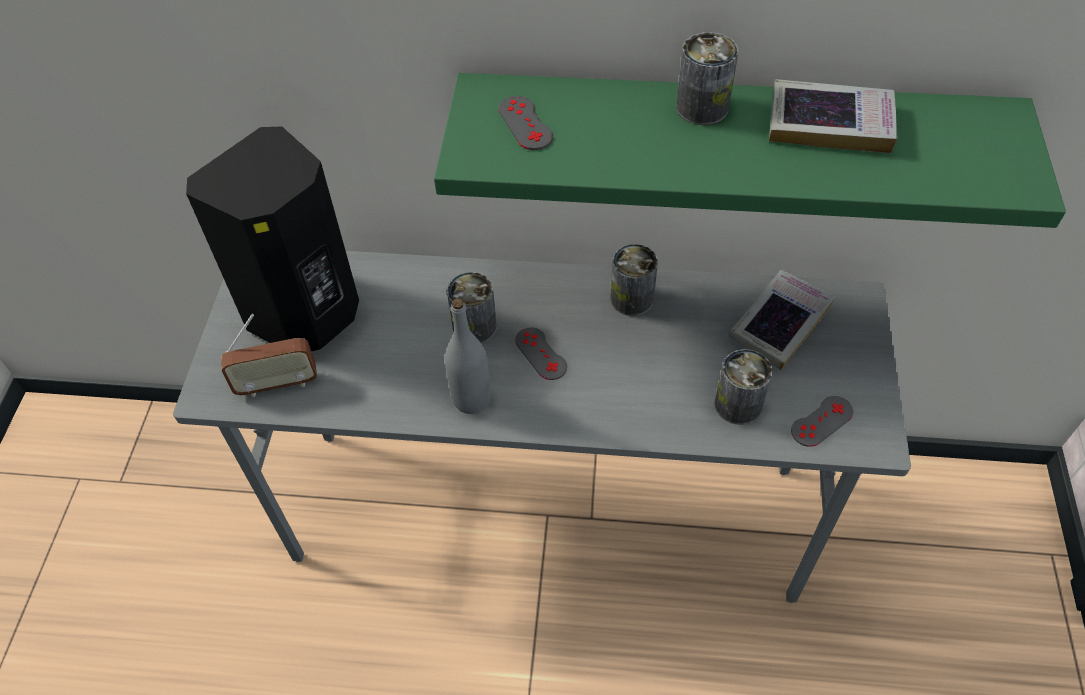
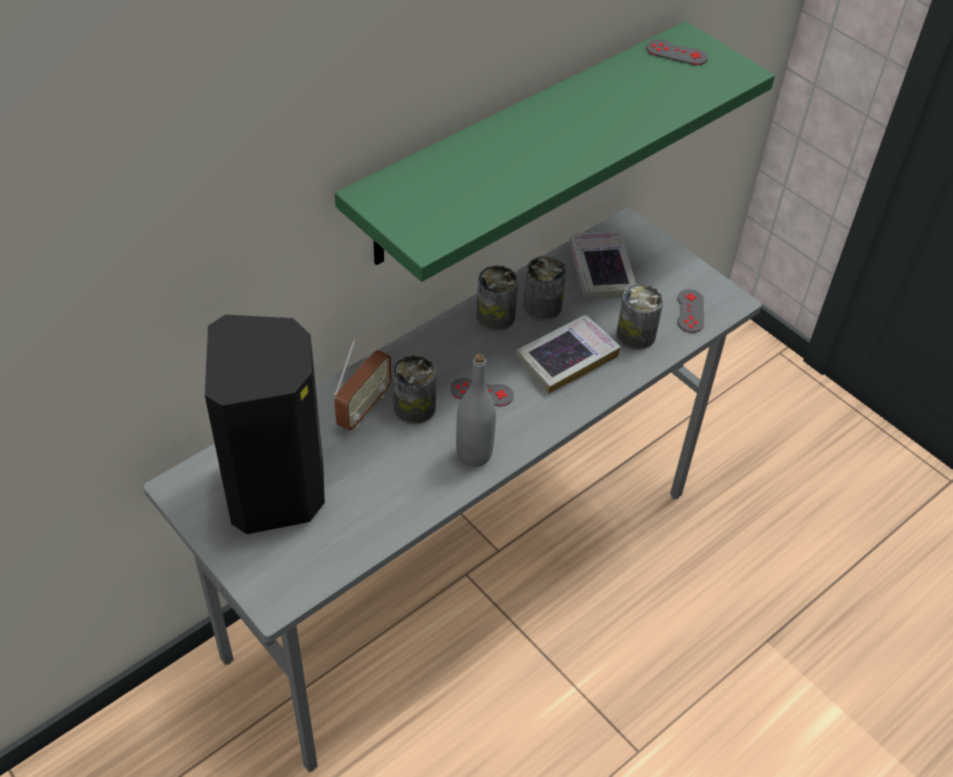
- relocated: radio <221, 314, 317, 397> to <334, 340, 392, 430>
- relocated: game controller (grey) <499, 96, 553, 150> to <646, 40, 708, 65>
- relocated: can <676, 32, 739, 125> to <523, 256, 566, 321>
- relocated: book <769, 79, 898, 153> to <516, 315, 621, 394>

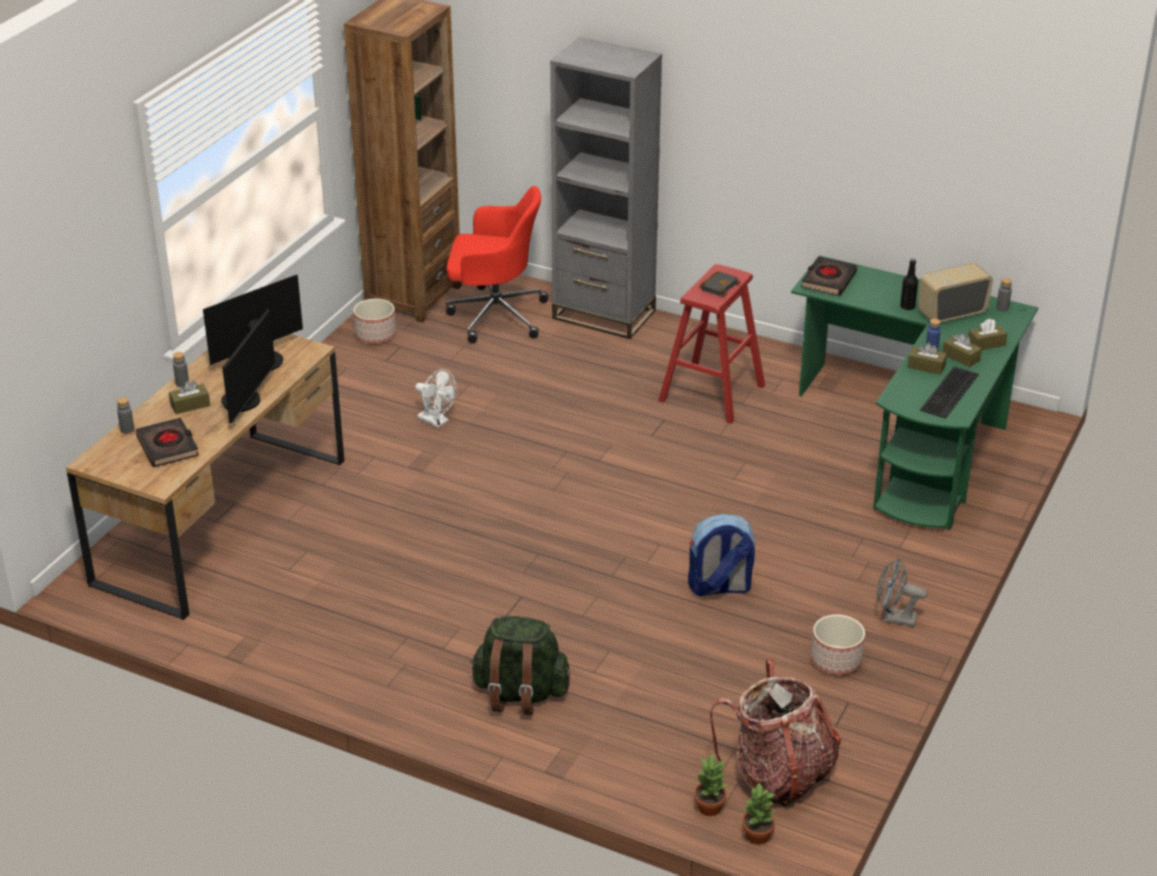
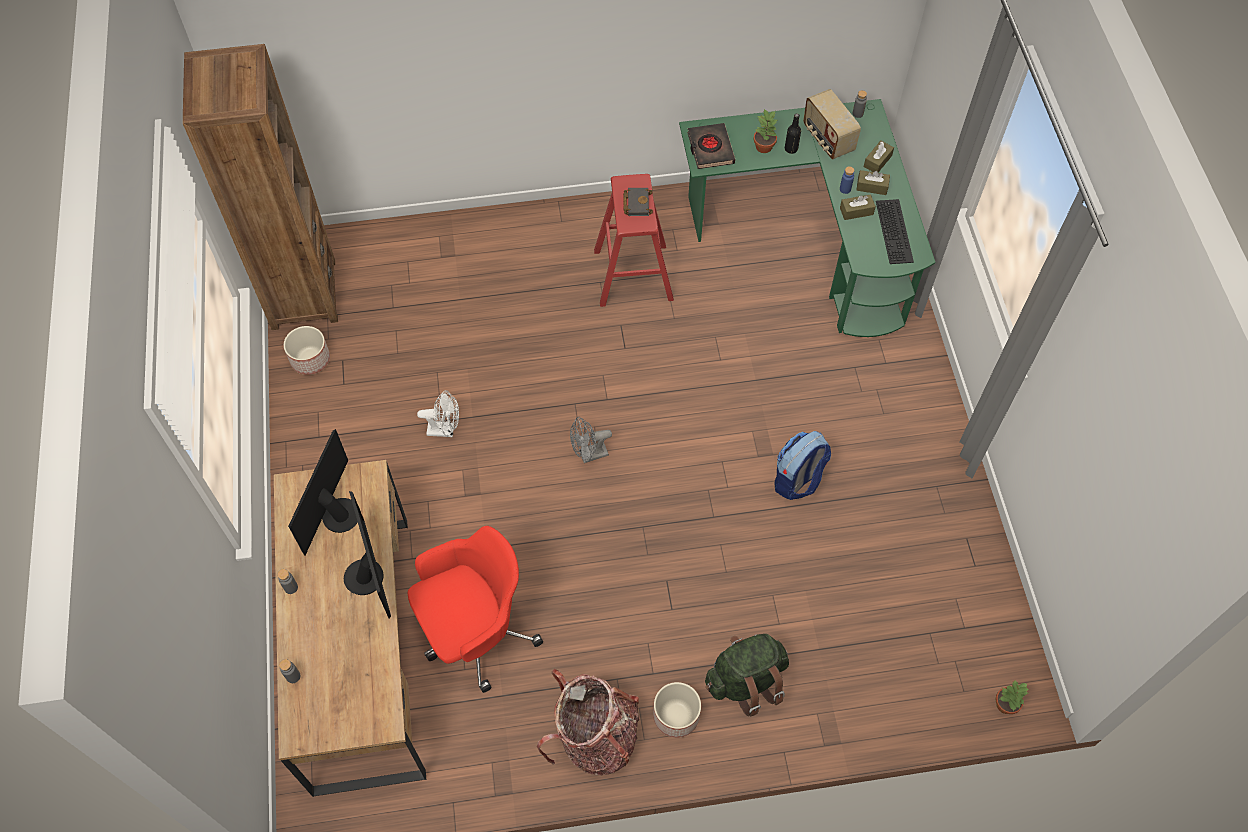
- missing: book (black) <136, 418, 199, 467>
- missing: tissue box (brown) <169, 381, 210, 414>
- relocated: office chair (red) <446, 186, 549, 343> to <408, 526, 543, 693>
- missing: bookcase (grey) <550, 37, 662, 339>
- relocated: potted plant <694, 753, 728, 816> to <753, 109, 777, 153>
- relocated: backpack <710, 658, 841, 807> to <537, 669, 640, 776>
- relocated: planter <811, 614, 865, 675> to <653, 682, 701, 738>
- relocated: fan (grey) <877, 558, 927, 627> to <570, 417, 612, 463>
- spun: radio <918, 263, 993, 323> = <803, 89, 861, 159> 60 degrees counterclockwise

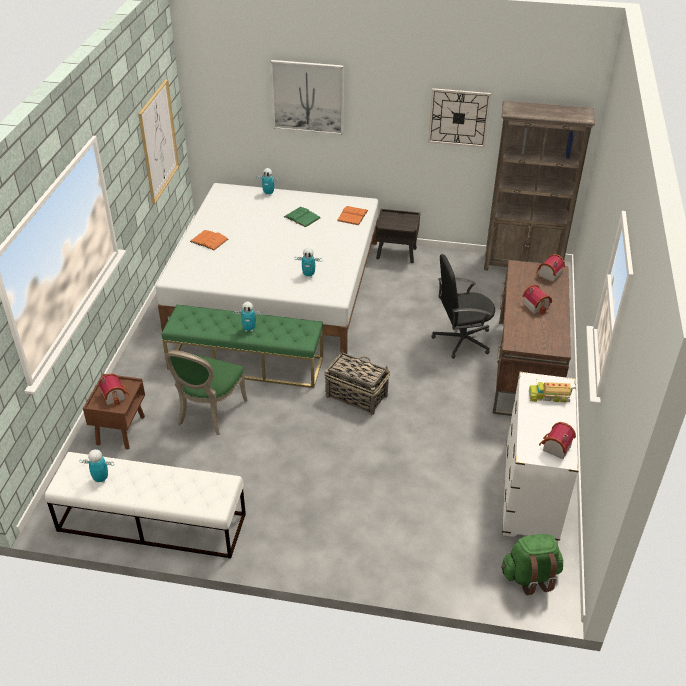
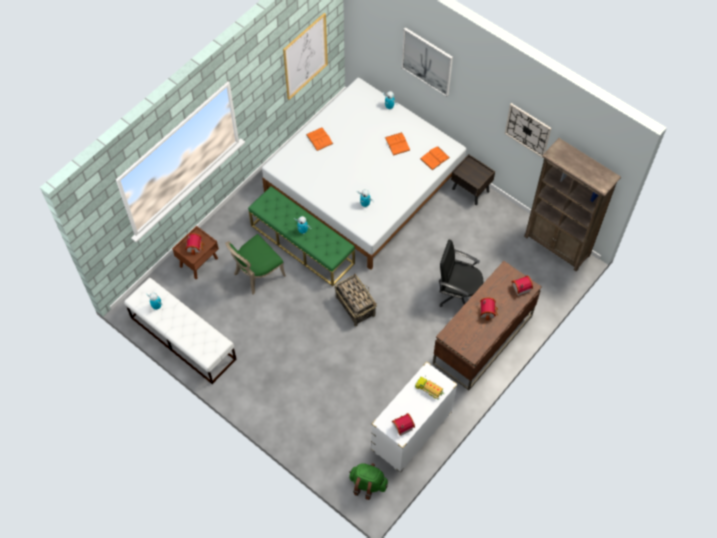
- colour: book (green) <284, 207, 320, 228> to book (orange) <385, 132, 410, 156>

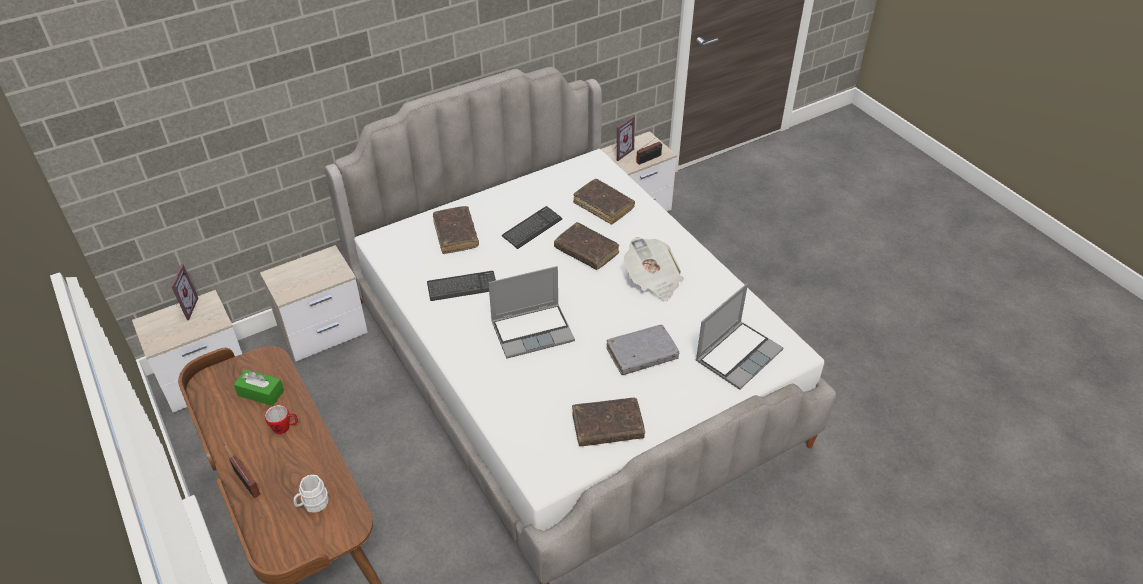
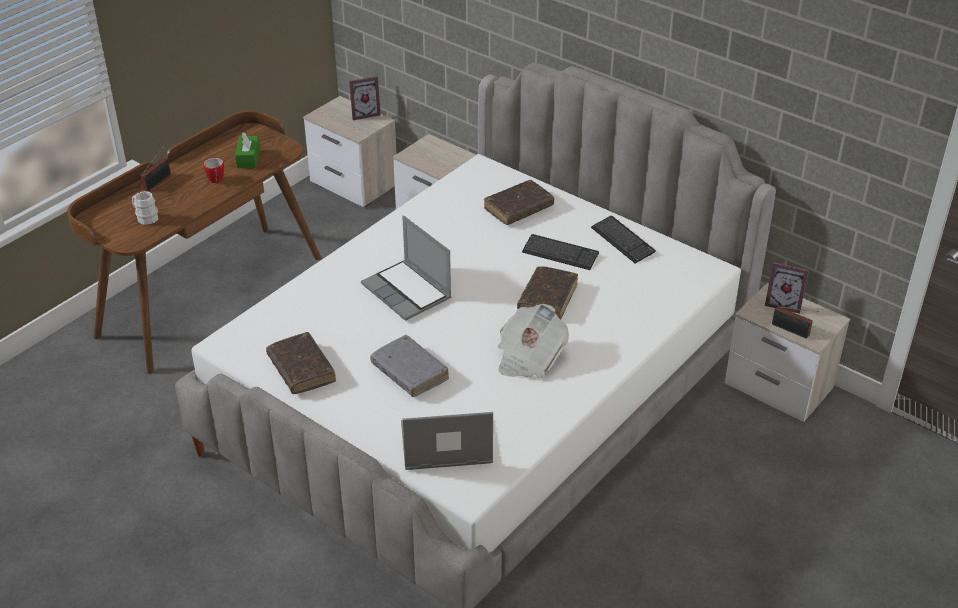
- relocated: keyboard <427, 271, 496, 301> to <591, 216, 656, 264>
- missing: book (brown) <573, 179, 635, 225>
- spun: laptop <696, 284, 783, 390> = <401, 412, 493, 470> 150 degrees clockwise

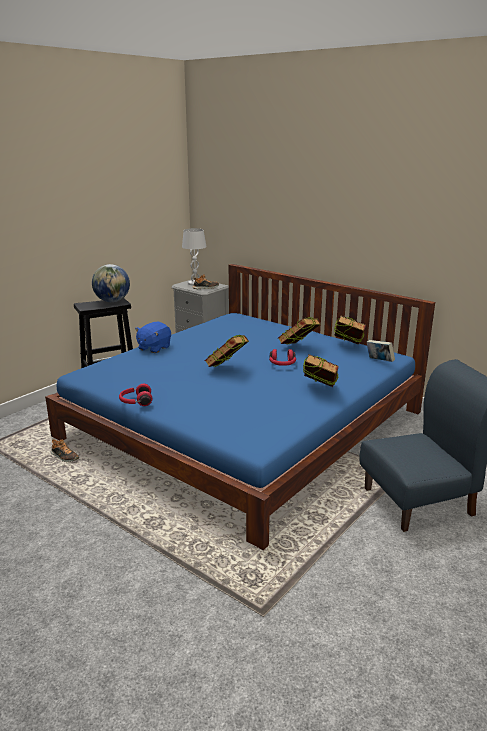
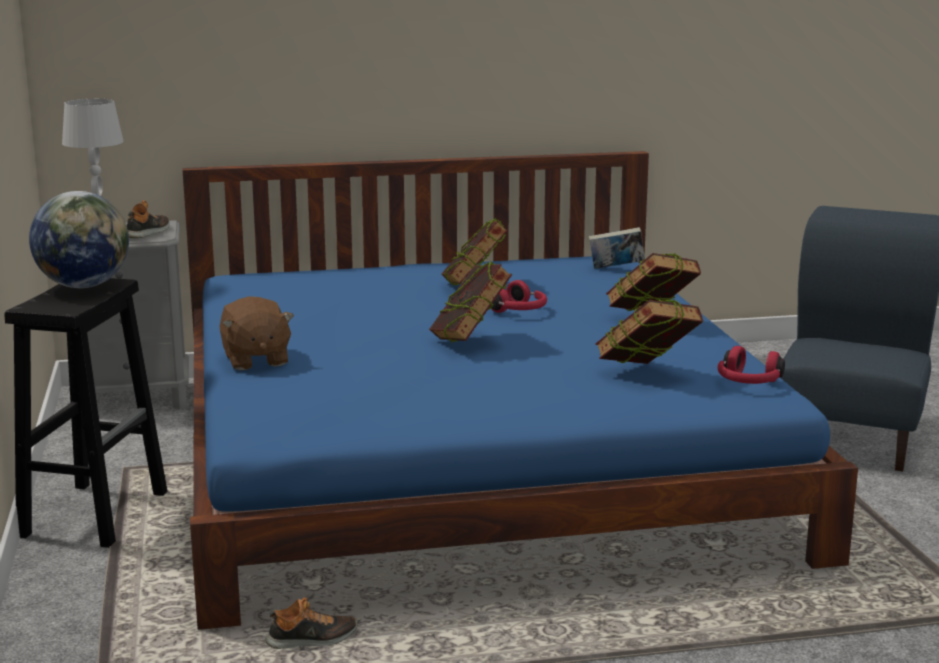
- relocated: headphones (red) <119, 384, 152, 406> to <717, 346, 785, 384>
- colour: plush toy (blue) <135, 322, 171, 353> to plush toy (brown) <220, 296, 294, 370>
- relocated: book <334, 315, 366, 345> to <595, 299, 703, 364>

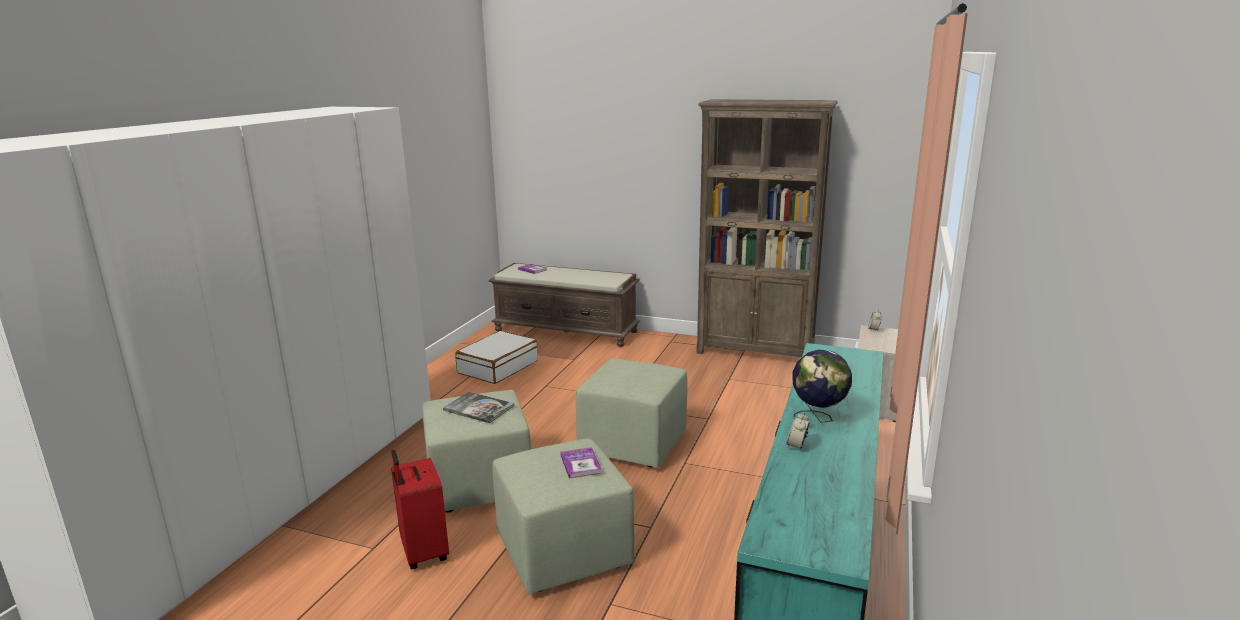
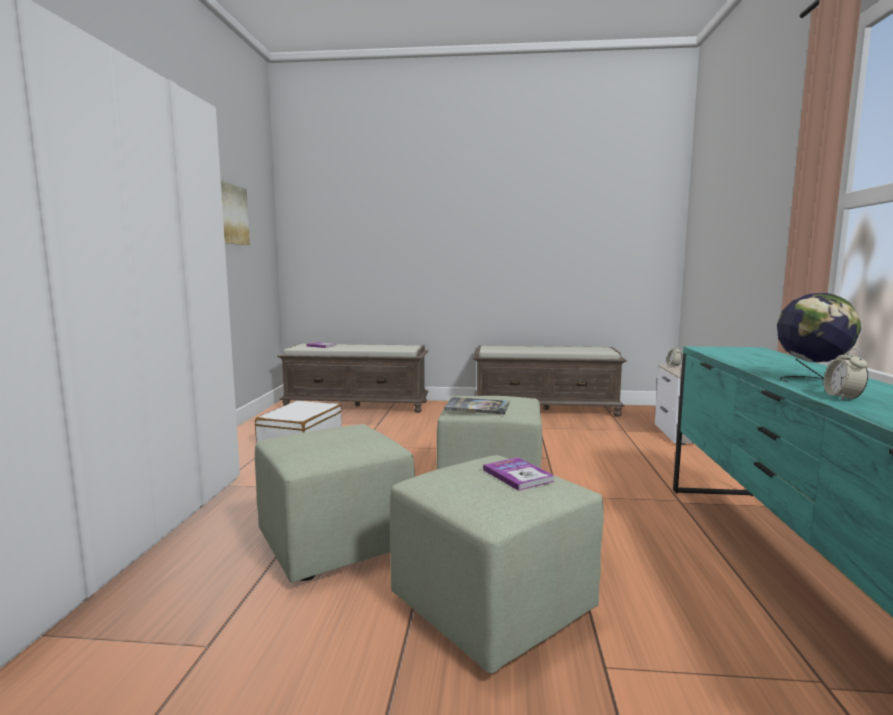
- missing: suitcase (red) <391, 450, 449, 570>
- relocated: book <443, 392, 514, 423> to <444, 397, 509, 415>
- exchanged: bookcase (brown) <697, 99, 838, 357> to bench (brown) <473, 345, 627, 417>
- appeared: picture <221, 181, 250, 245>

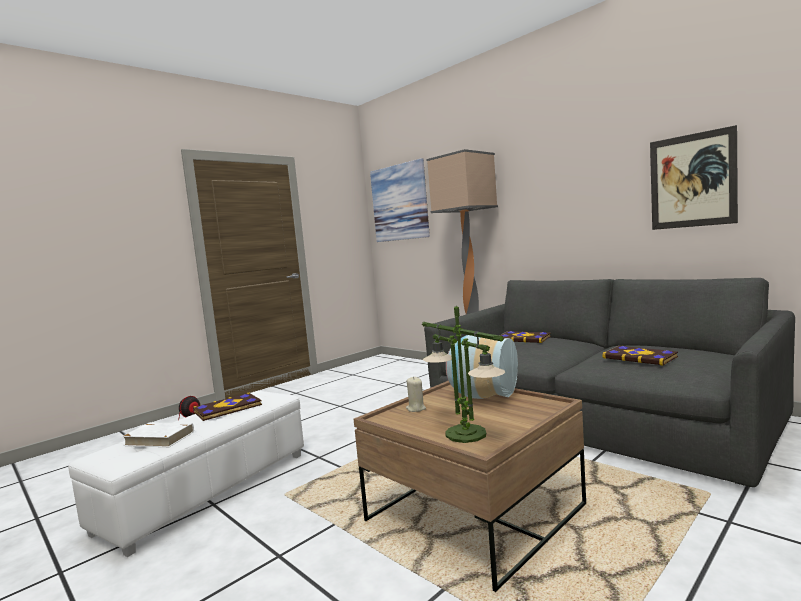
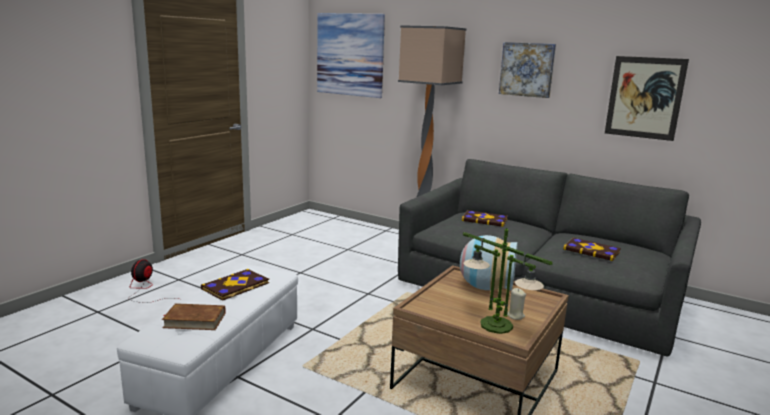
- colour: book (white) <122, 423, 194, 447> to book (brown) <162, 303, 226, 330>
- relocated: candle (beige) <406, 377, 426, 412> to <507, 288, 526, 320>
- appeared: picture <499, 42, 556, 98>

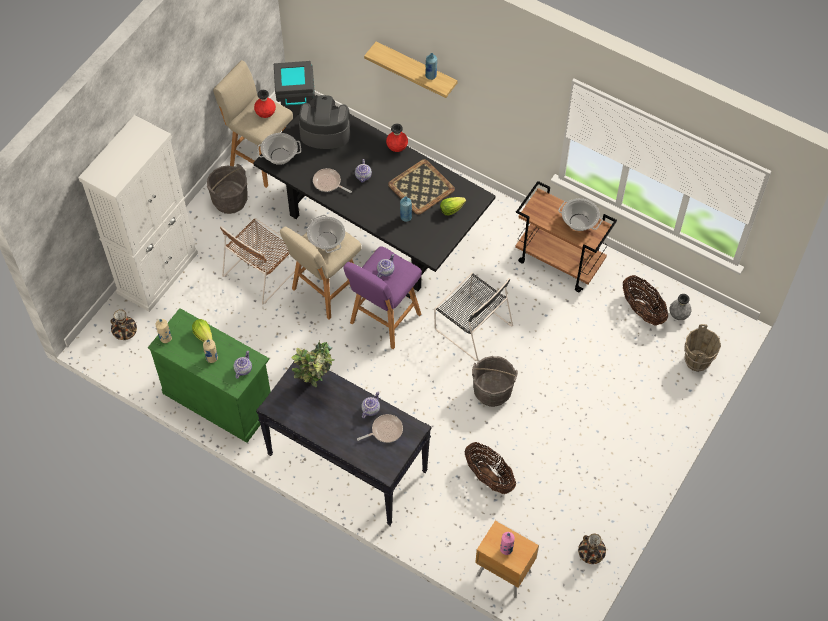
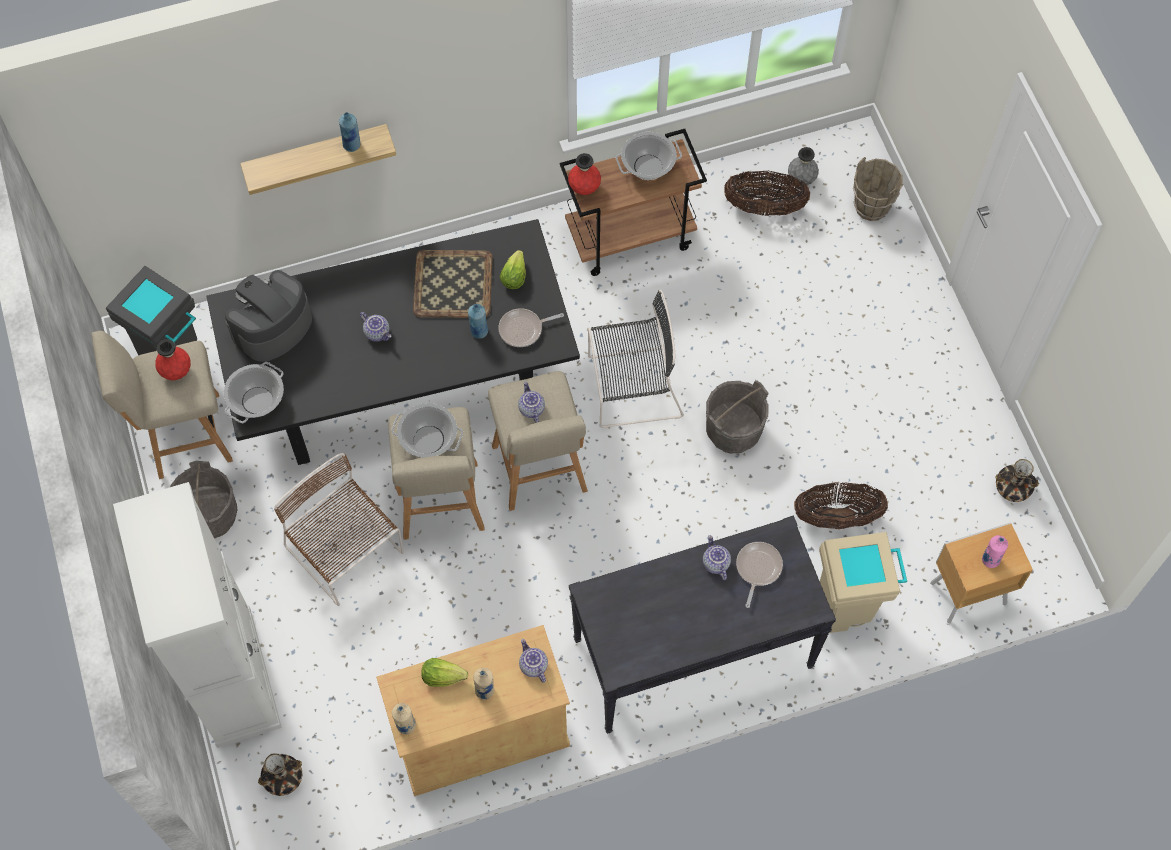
- colour: cabinet (green) <148, 308, 271, 443> to cabinet (beige) <376, 625, 570, 796>
- spun: chair (brown) <220, 218, 295, 304> = <274, 453, 404, 606> 150 degrees clockwise
- missing: potted plant <292, 340, 335, 387>
- relocated: frying pan <313, 168, 352, 193> to <499, 308, 564, 347>
- colour: stool (purple) <344, 246, 422, 349> to stool (beige) <488, 371, 588, 511>
- relocated: vase (red) <386, 124, 408, 152> to <568, 153, 601, 195>
- appeared: trash can (beige) <819, 532, 907, 633>

